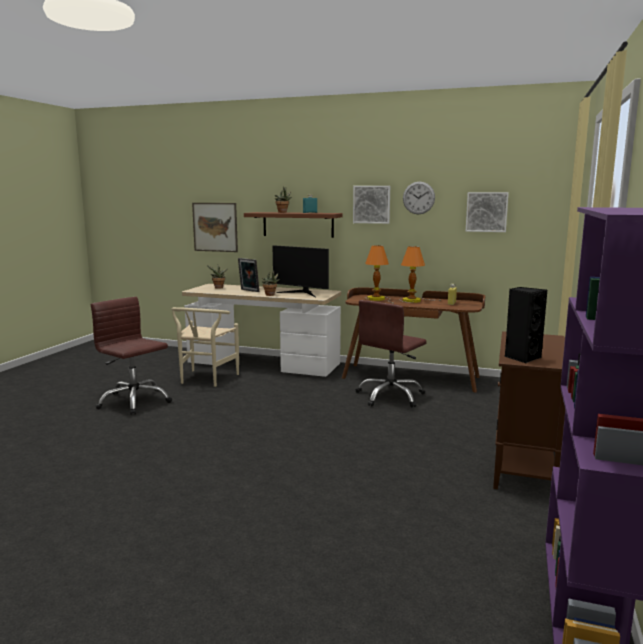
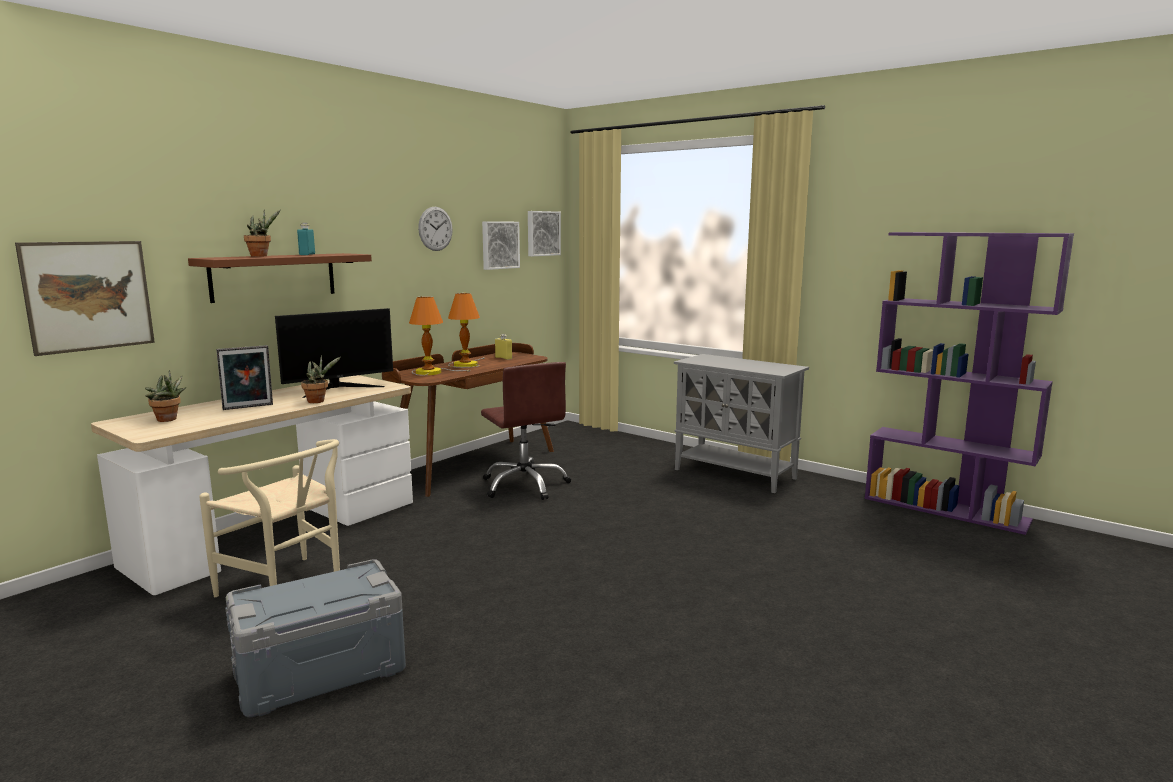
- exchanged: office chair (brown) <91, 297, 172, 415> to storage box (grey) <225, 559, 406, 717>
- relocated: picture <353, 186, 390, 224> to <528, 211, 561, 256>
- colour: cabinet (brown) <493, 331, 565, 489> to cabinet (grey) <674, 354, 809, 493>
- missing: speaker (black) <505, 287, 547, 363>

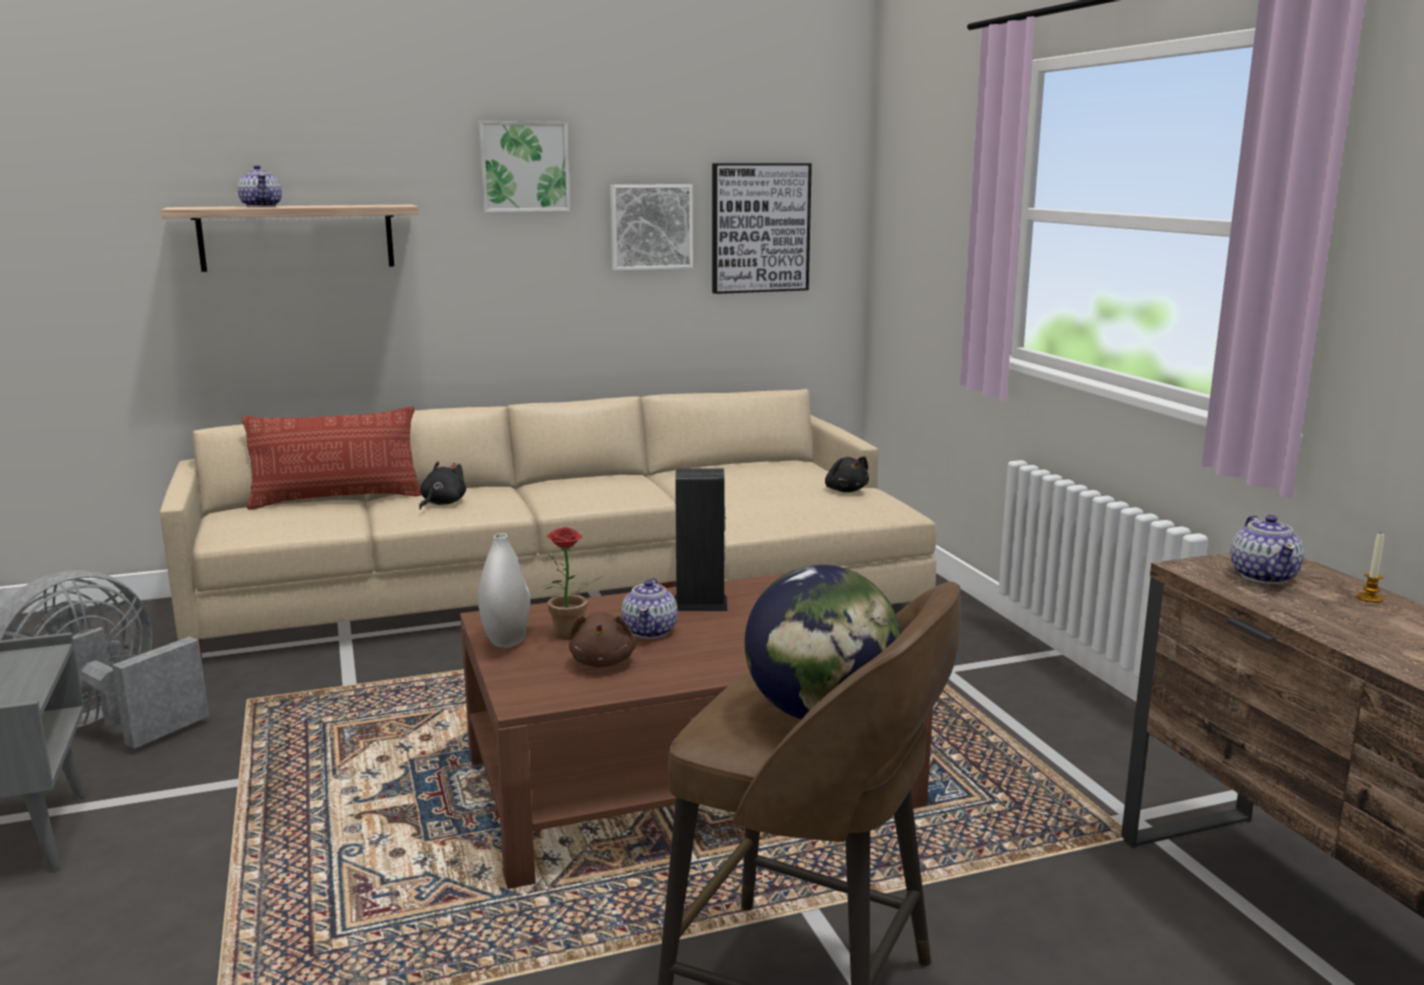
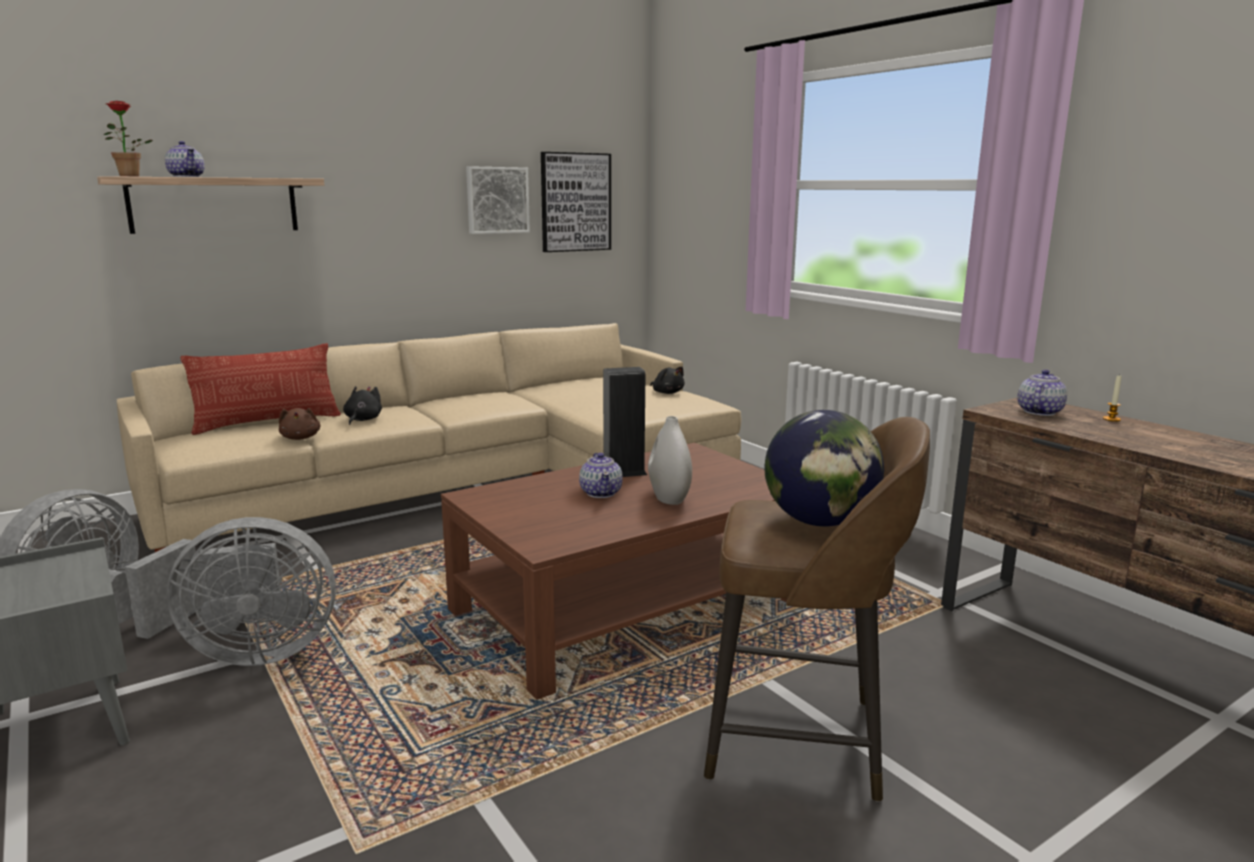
- missing: picture <478, 121, 570, 212>
- relocated: vase (white) <478, 533, 531, 648> to <648, 416, 692, 505>
- relocated: potted plant <543, 527, 603, 639> to <104, 100, 153, 176>
- relocated: plush toy (brown) <569, 612, 636, 668> to <279, 408, 320, 440>
- spun: teapot <1230, 515, 1304, 584> = <1017, 369, 1067, 416> 135 degrees counterclockwise
- appeared: fan (grey) <167, 517, 336, 666>

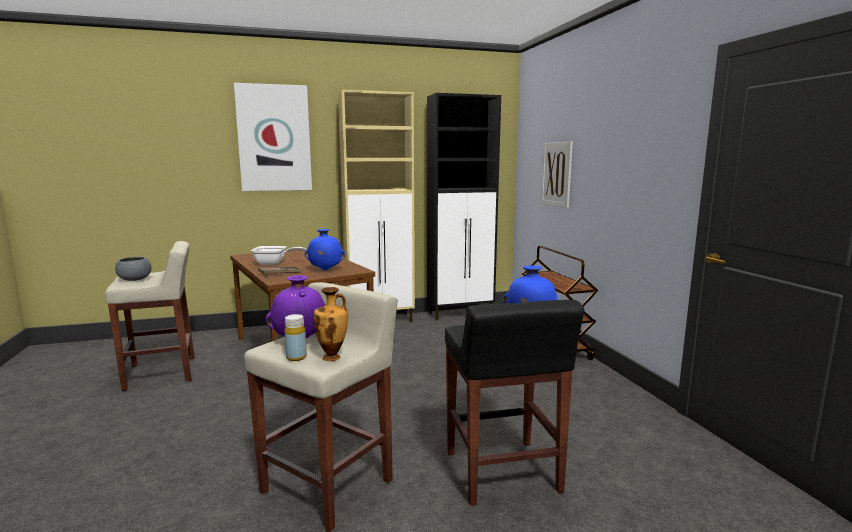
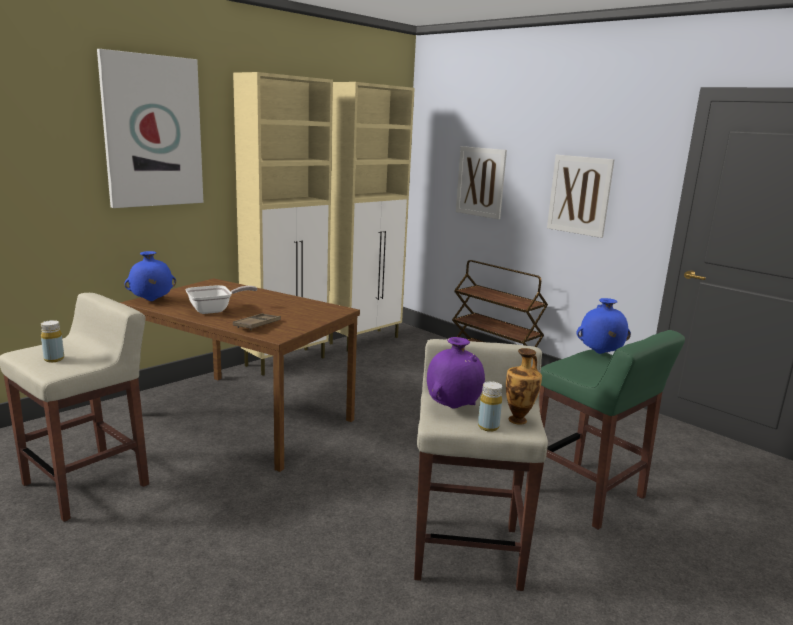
- exchanged: bowl (grey) <115, 257, 152, 281> to bottle (yellow) <41, 320, 64, 363>
- relocated: vase (blue) <304, 229, 345, 270> to <124, 251, 176, 301>
- colour: cabinet (black) <427, 93, 501, 321> to cabinet (beige) <329, 82, 415, 352>
- colour: stool (black) <445, 300, 584, 506> to stool (green) <539, 330, 685, 530>
- appeared: picture <547, 155, 614, 238>

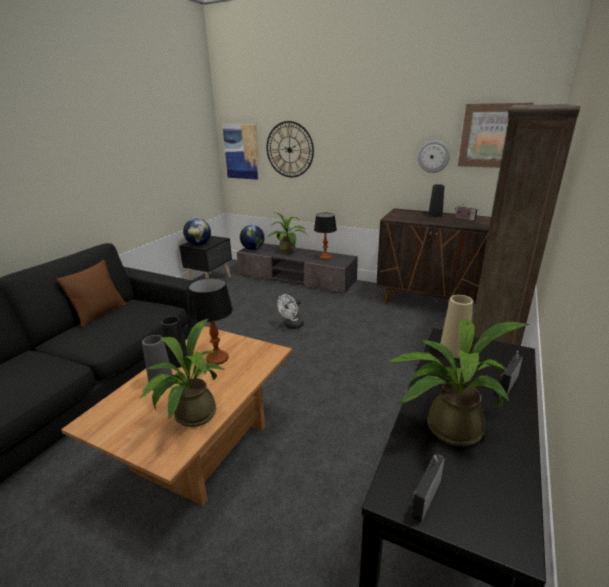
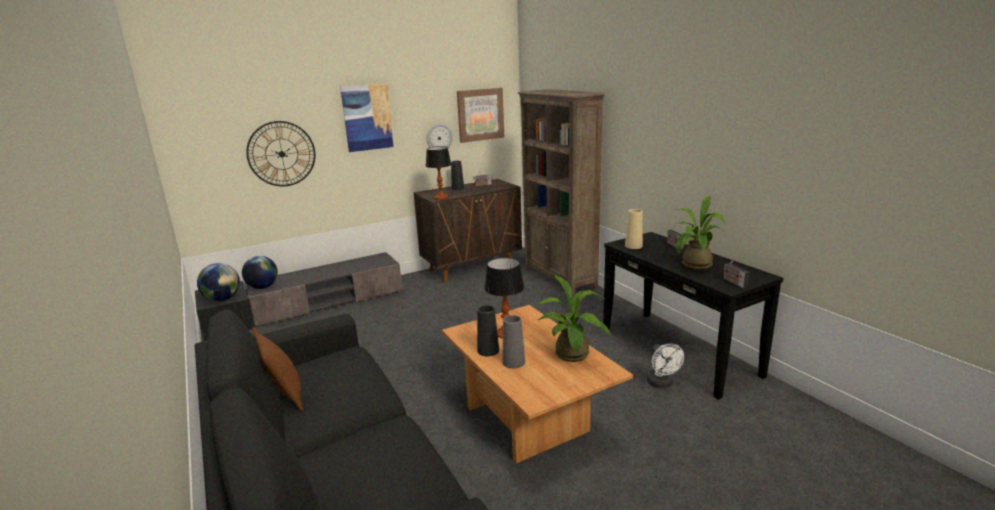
- relocated: picture <222, 124, 260, 180> to <340, 83, 395, 152>
- missing: potted plant <268, 212, 308, 254>
- relocated: fan (white) <277, 294, 304, 329> to <646, 343, 684, 388>
- relocated: table lamp <314, 213, 337, 260> to <426, 146, 452, 200>

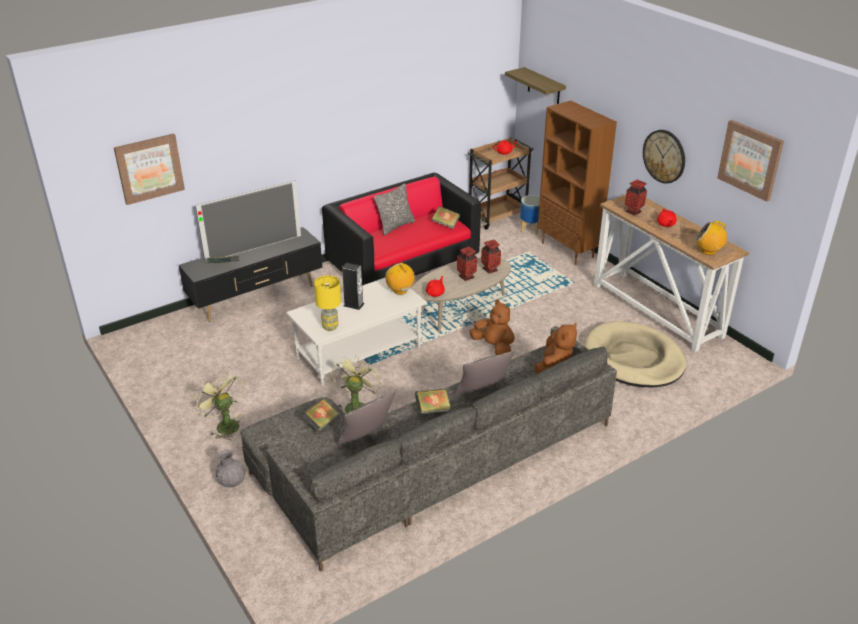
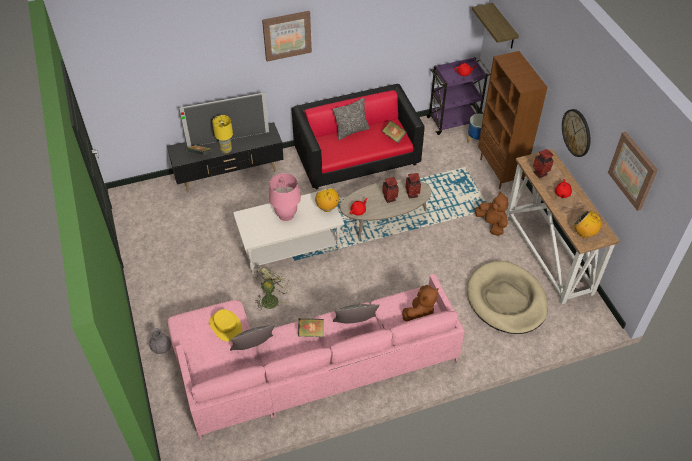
- relocated: picture <114, 134, 185, 205> to <262, 11, 312, 62>
- missing: fan (green) <193, 372, 243, 440>
- colour: sofa (grey) <240, 326, 617, 572> to sofa (pink) <168, 274, 465, 440>
- exchanged: book <302, 399, 339, 431> to hat (yellow) <209, 309, 242, 342>
- relocated: table lamp (yellow) <314, 275, 341, 331> to <212, 115, 233, 153>
- exchanged: speaker <342, 263, 364, 310> to table lamp (pink) <269, 173, 301, 221>
- colour: cart (brown) <467, 137, 533, 230> to cart (purple) <426, 57, 491, 135>
- relocated: plush toy (brown) <469, 300, 515, 355> to <475, 191, 509, 236>

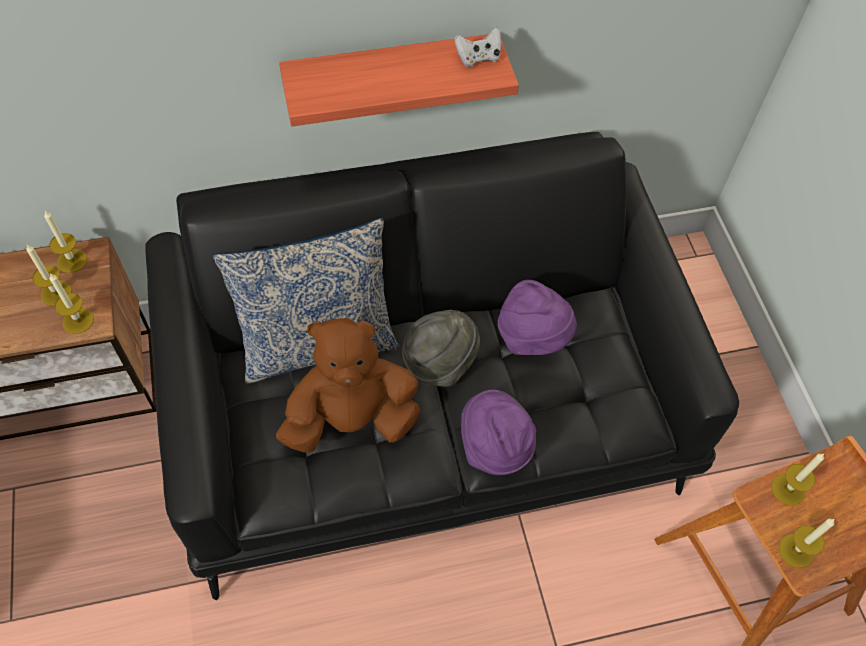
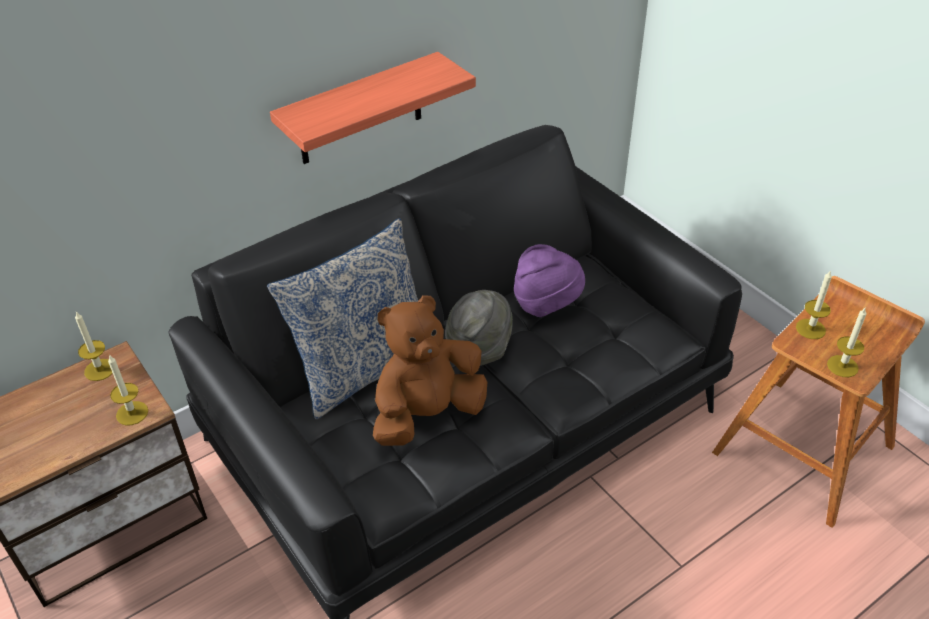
- missing: candle <26, 245, 72, 306>
- missing: game controller (white) <455, 27, 501, 67>
- missing: hat (purple) <461, 390, 536, 475>

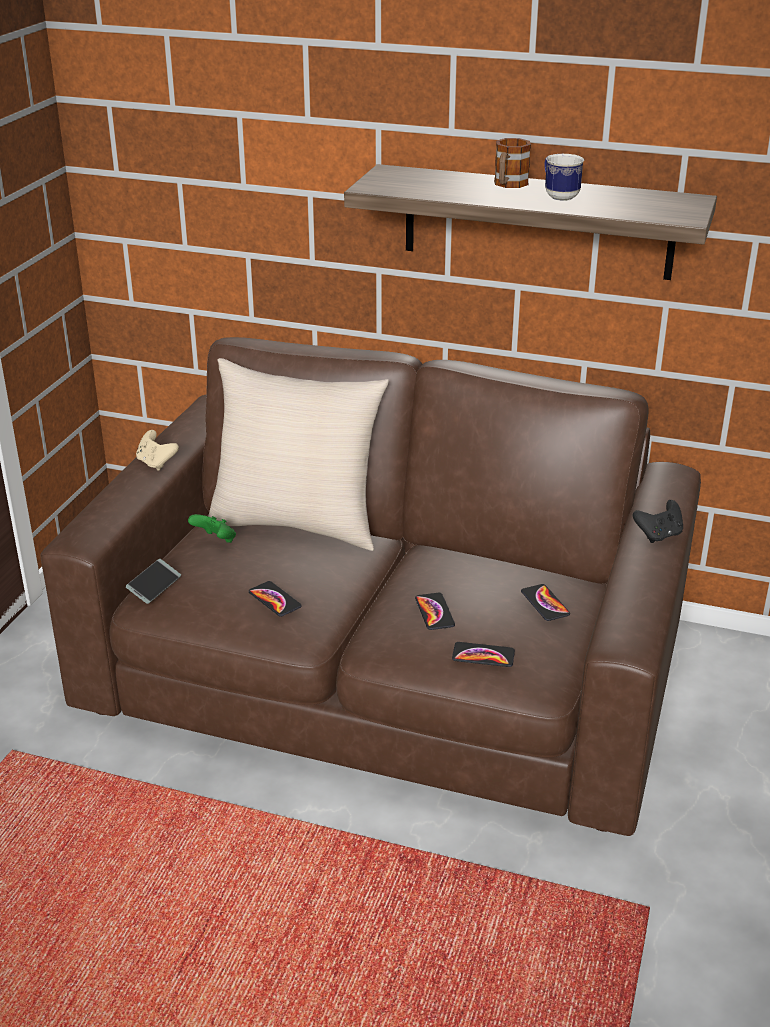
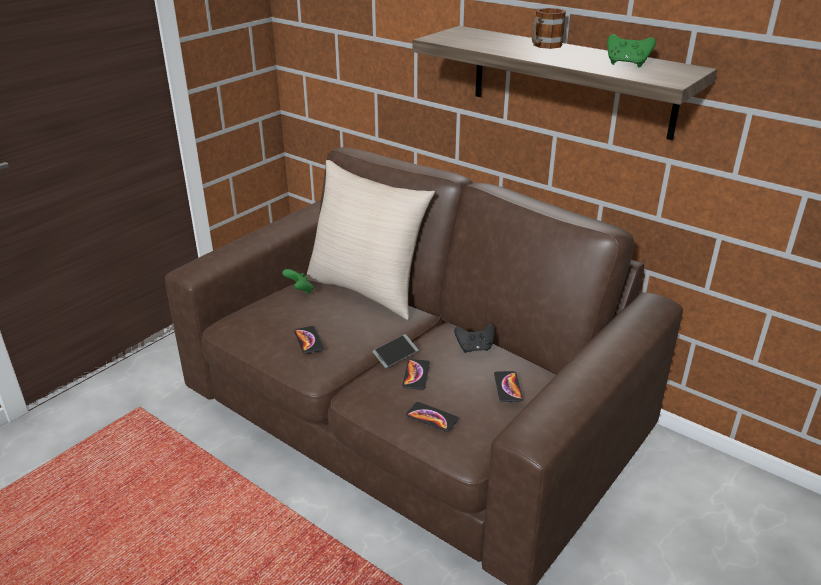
- relocated: phone <126, 559, 181, 604> to <373, 334, 418, 368>
- missing: game controller (beige) <136, 430, 179, 471>
- missing: mug <545, 154, 584, 201>
- relocated: game controller (black) <633, 500, 683, 543> to <454, 323, 494, 353>
- appeared: game controller (green) <607, 34, 656, 67>

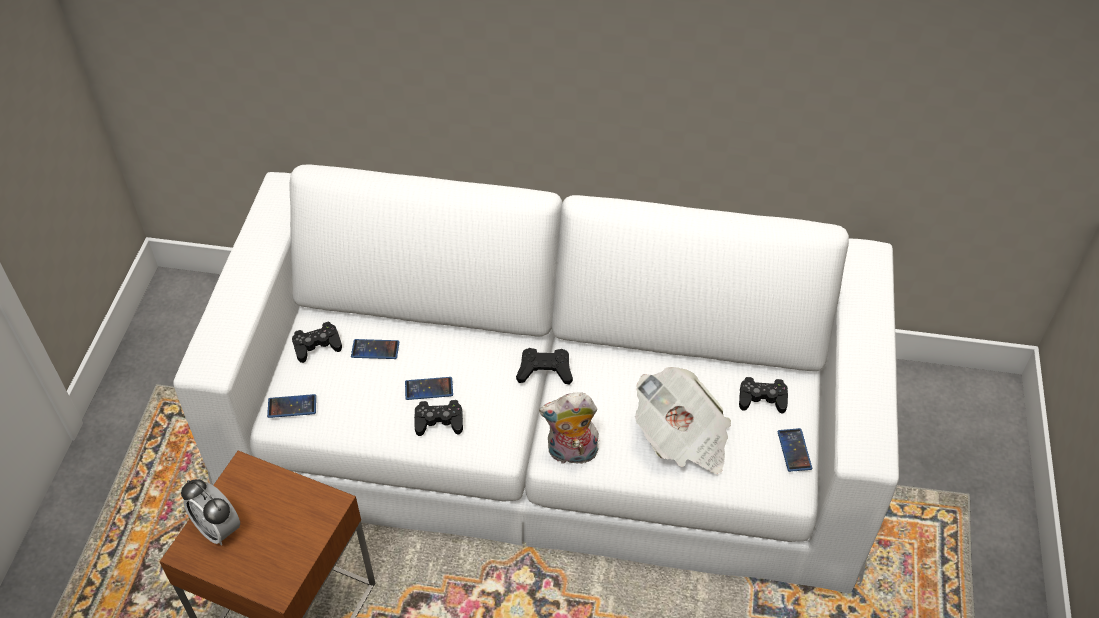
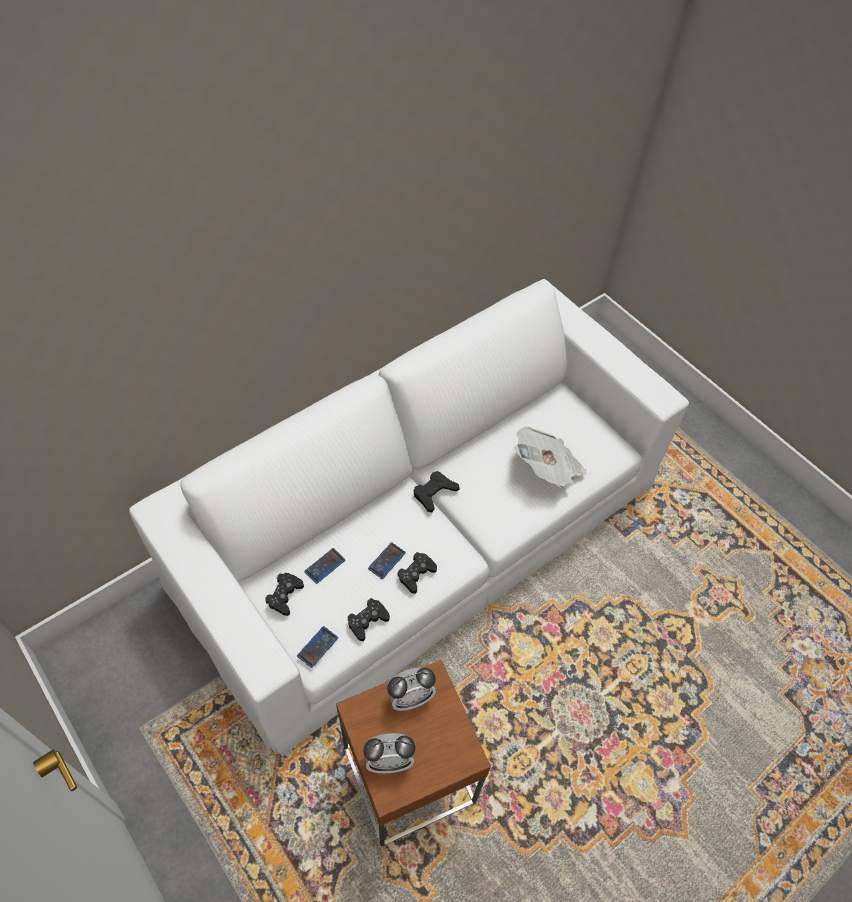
- missing: plush toy <539, 392, 599, 468>
- relocated: game controller (black) <739, 377, 788, 414> to <348, 598, 390, 641>
- missing: phone <777, 428, 812, 472>
- appeared: alarm clock <386, 668, 436, 711>

